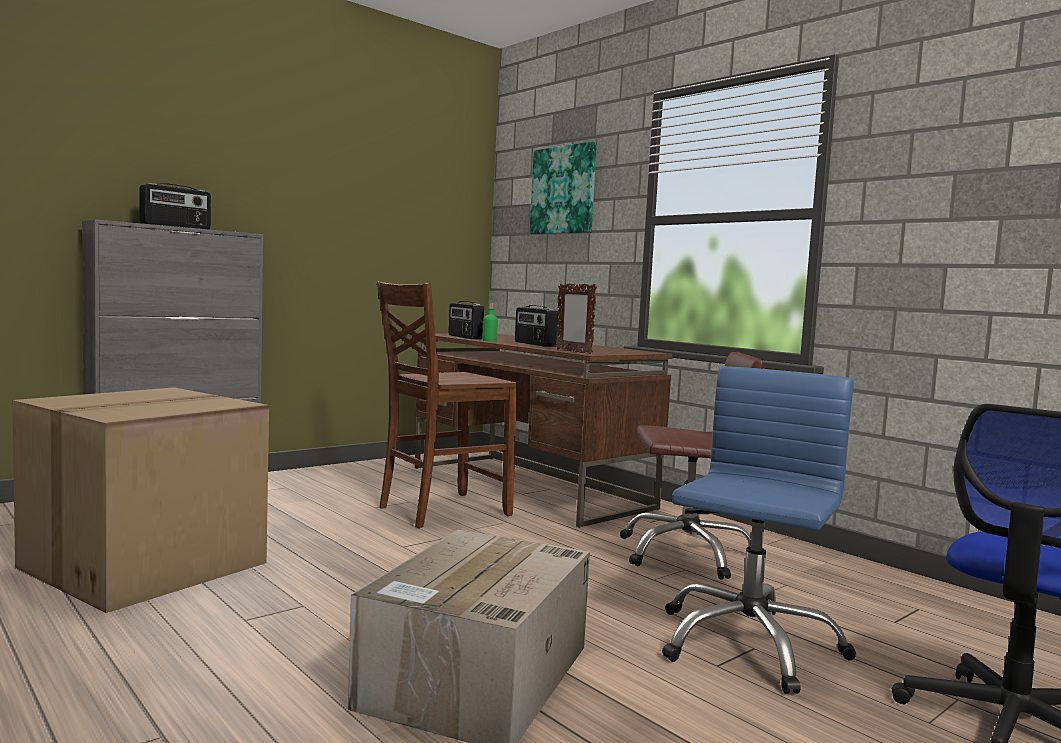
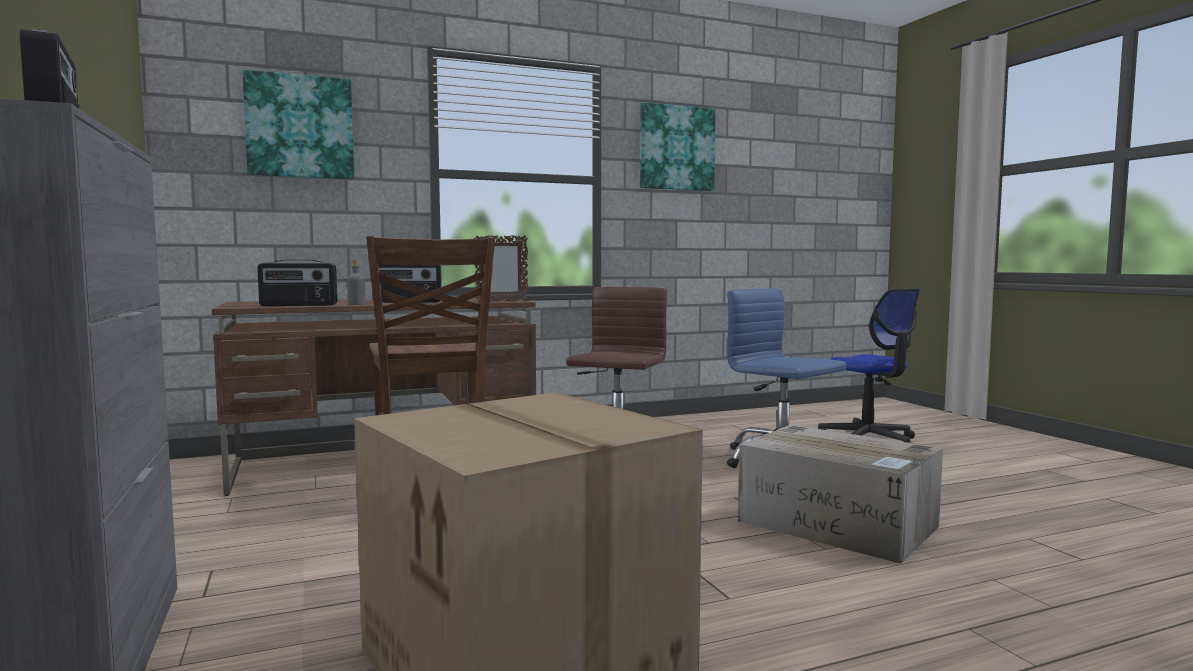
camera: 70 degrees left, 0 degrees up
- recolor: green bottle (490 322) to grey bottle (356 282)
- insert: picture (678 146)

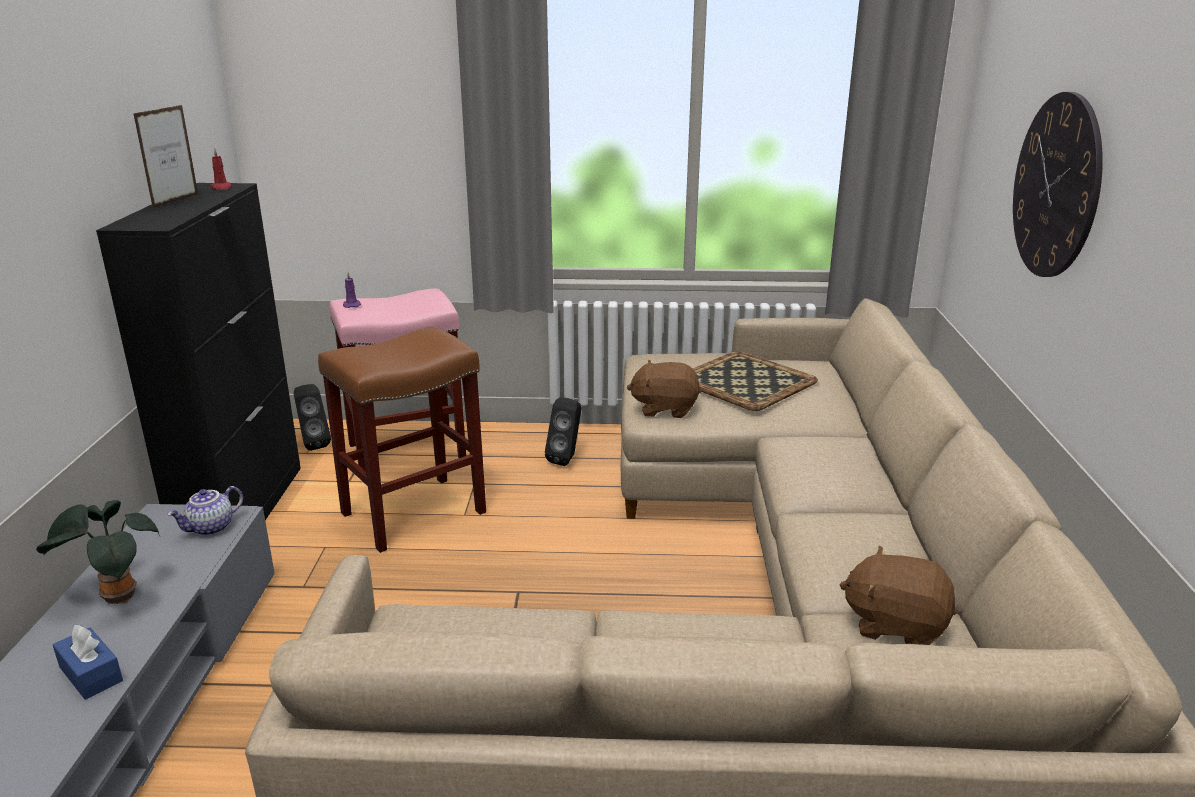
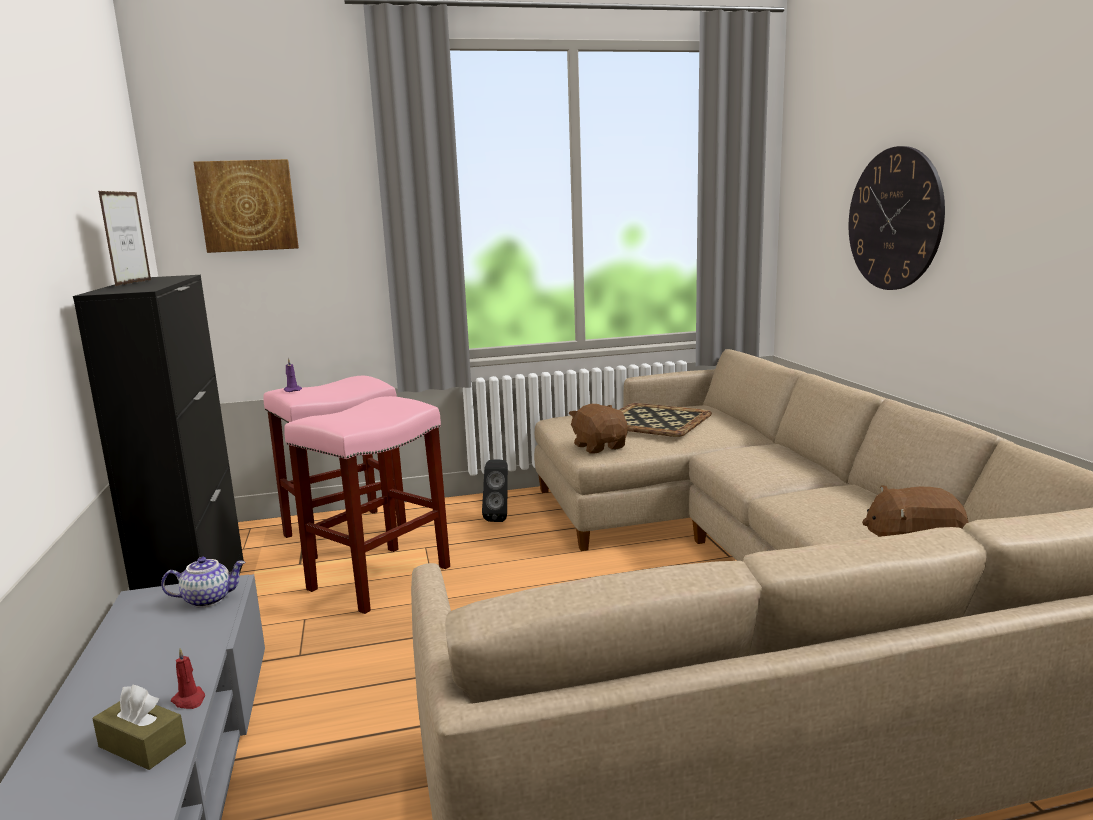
camera: 15 degrees left, 10 degrees down
- move: red candle (220 169) to (188 678)
- recolor: brown stool (402 440) to pink stool (367 505)
- rotate: brown plush toy (664 389) = (598 429) 75 degrees clockwise
- delete: black speaker (312 417)
- rotate: teapot (205 511) = (203 582) 135 degrees counterclockwise
- delete: potted plant (98 552)
- recolor: blue tissue box (88 662) to brown tissue box (139 727)
- insert: picture (246 206)

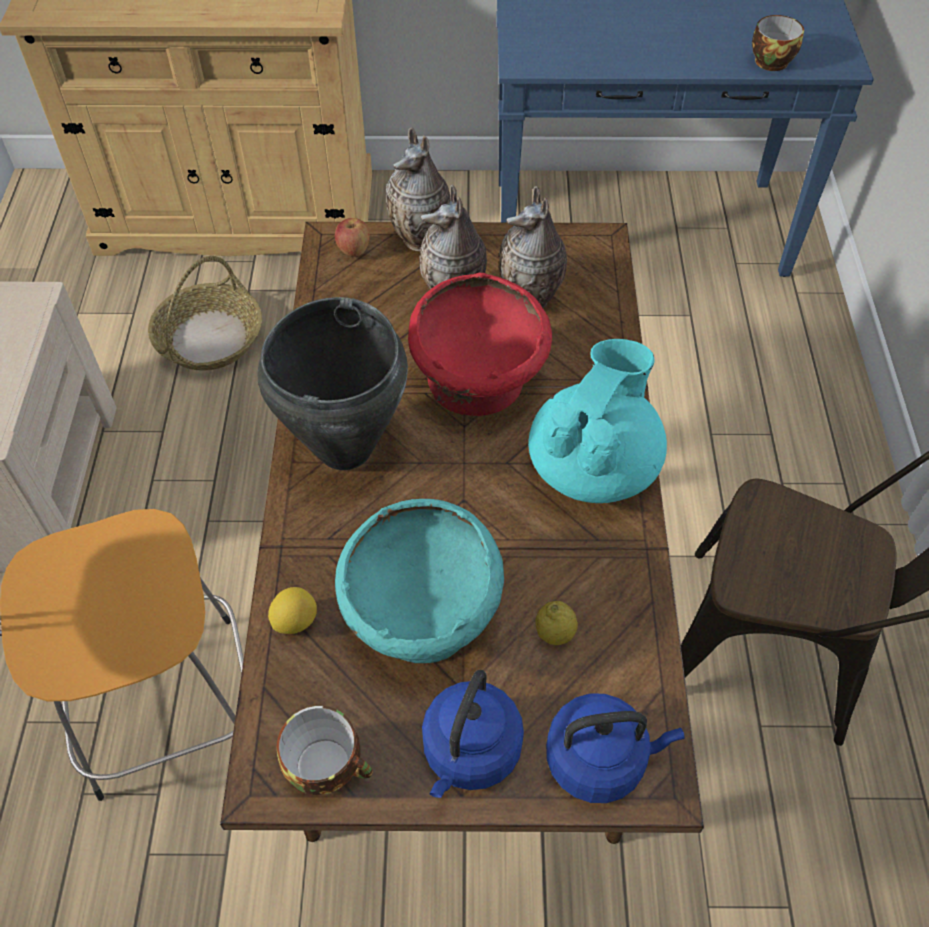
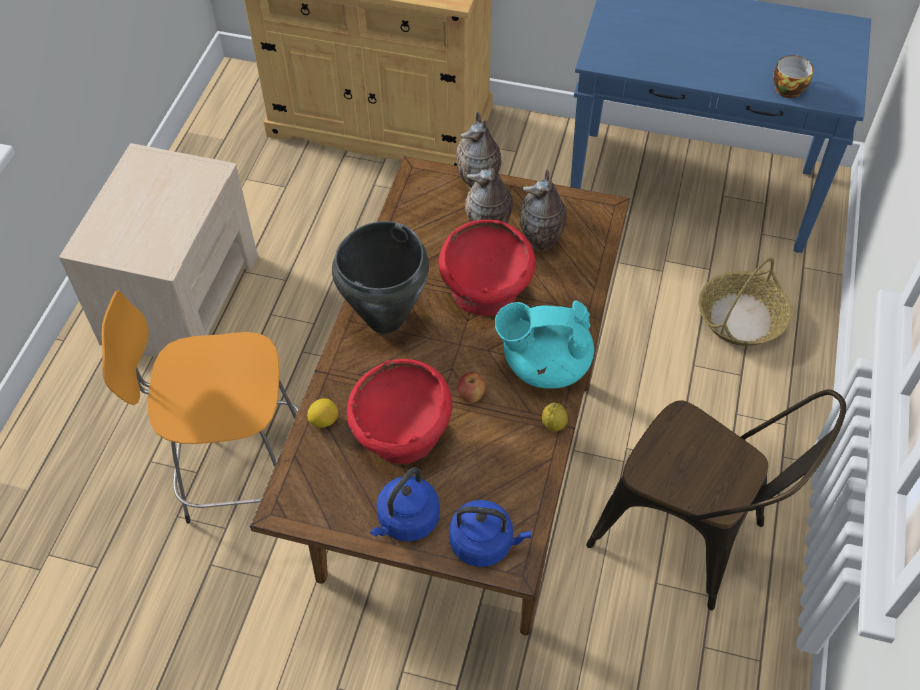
camera: 15 degrees right, 0 degrees up
- move: apple (352 237) to (471 387)
- move: basket (205 313) to (745 301)
- rotate: turquoise teapot (597 421) = (544 344) 135 degrees counterclockwise
- recolor: turquoise bowl (419 581) to red bowl (399 411)
- move: lemon (556 623) to (555 416)
- delete: cup (325 750)

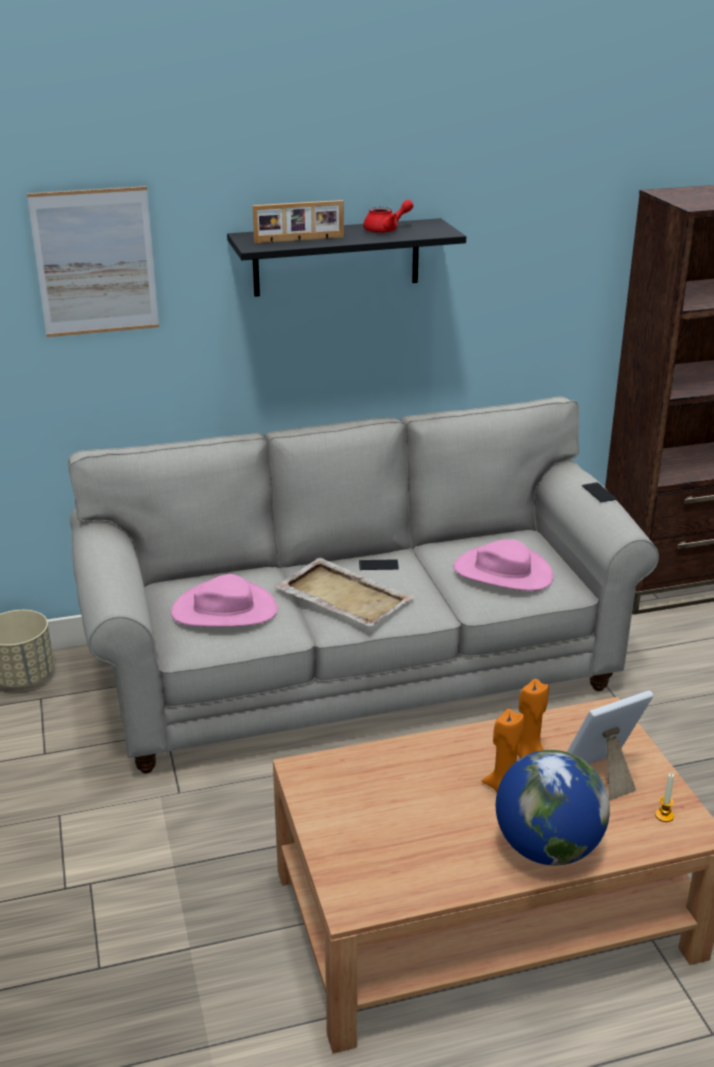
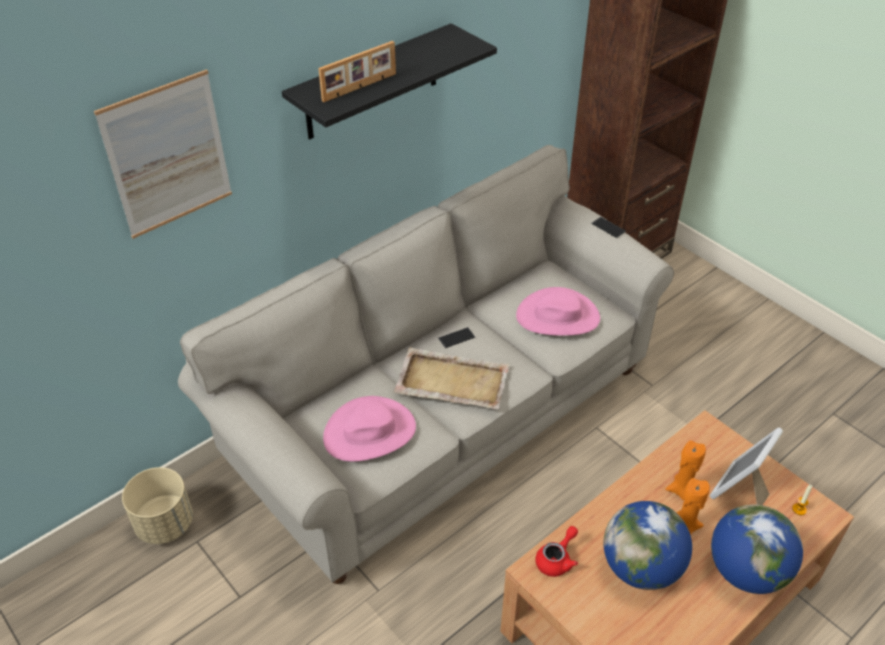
camera: 25 degrees left, 15 degrees up
- move: red teapot (388 216) to (556 551)
- insert: globe (648 545)

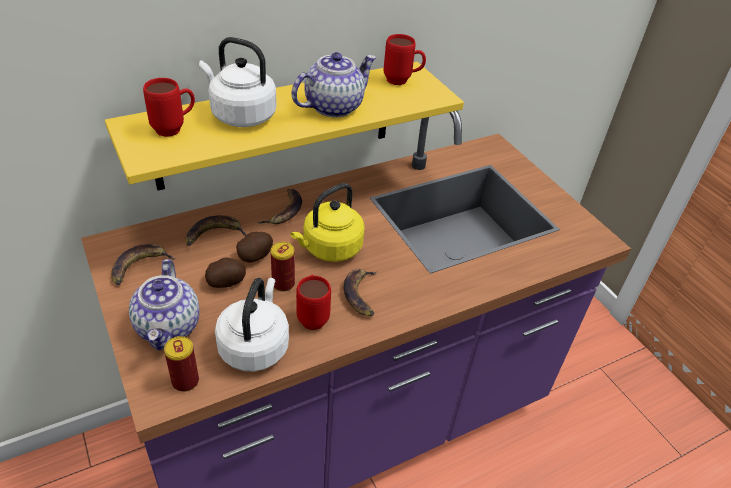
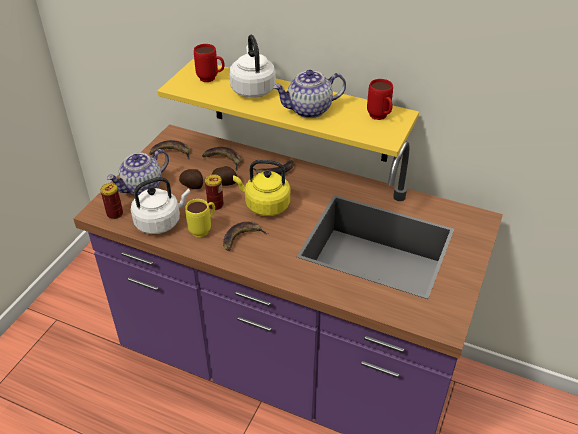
camera: 55 degrees right, 0 degrees up
- rotate: teapot (334 84) = (309 94) 150 degrees clockwise
- recolor: red mug (313 302) to yellow mug (200 218)

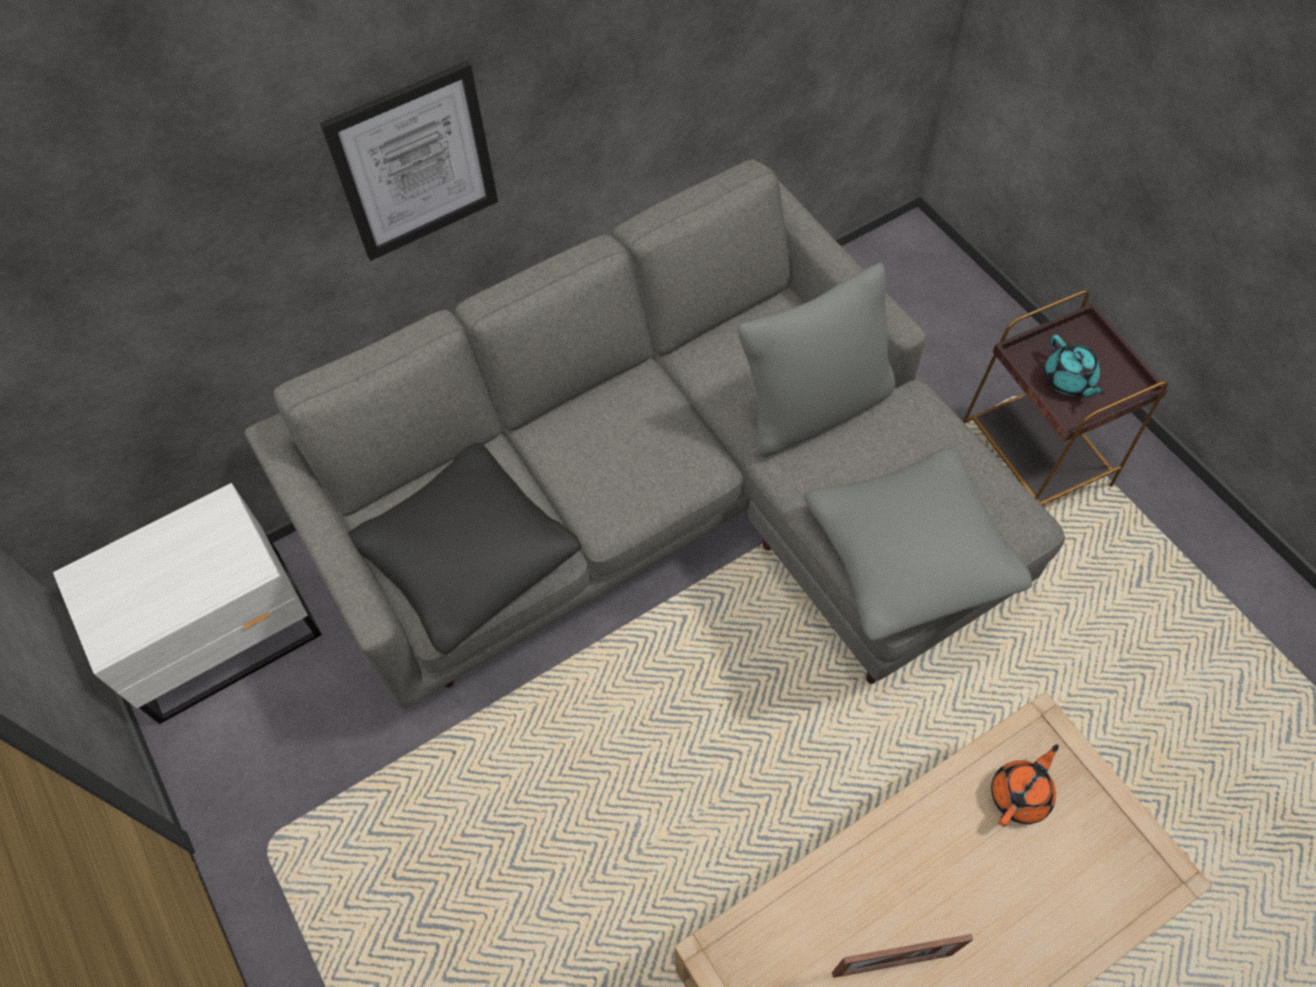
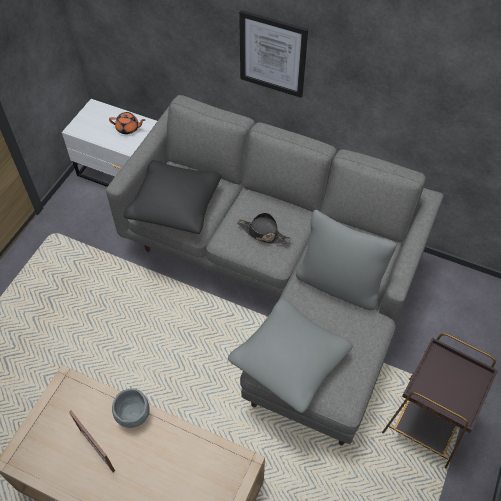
camera: 55 degrees right, 5 degrees down
- delete: turquoise teapot (1074 366)
- move: orange teapot (1025 785) to (127 123)
- insert: black hat (264 228)
- insert: grey bowl (131 408)

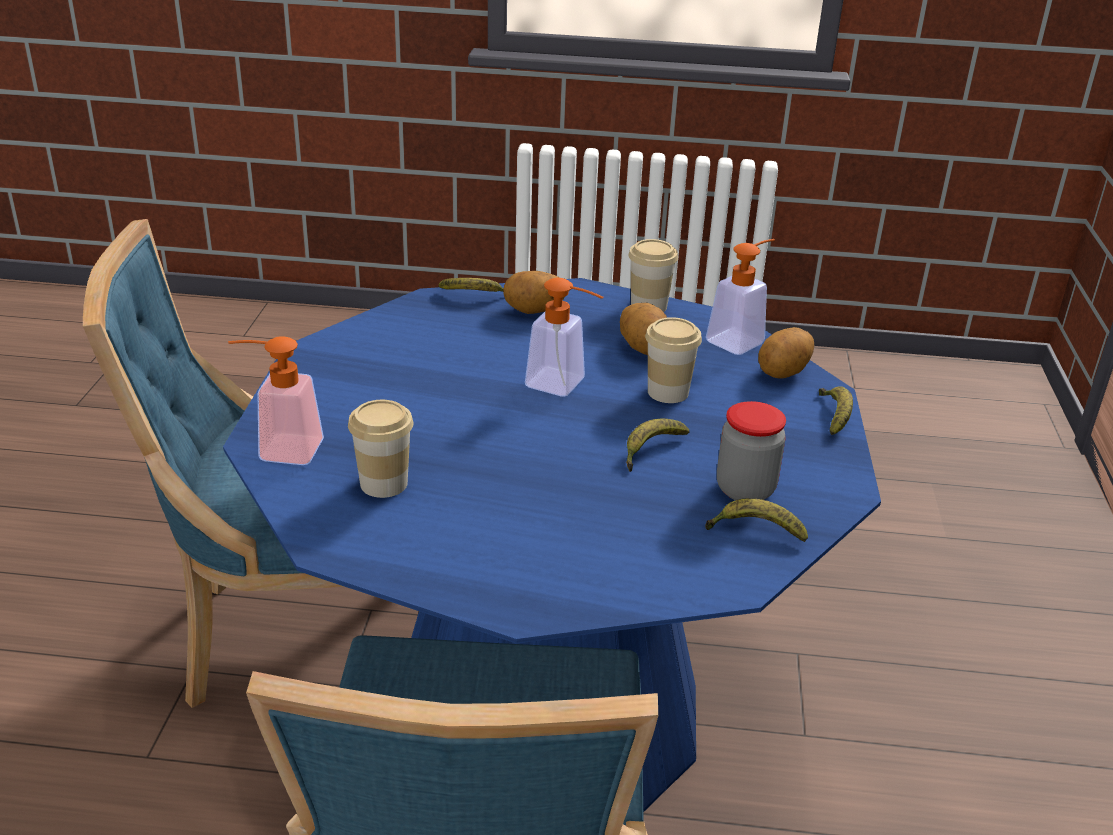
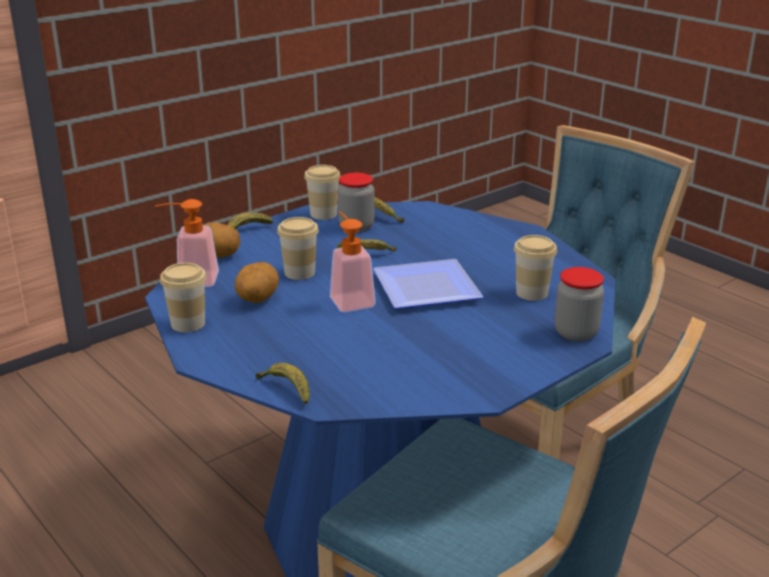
camera: 135 degrees left, 5 degrees down
- delete: potato (534 292)
- replace: soap dispenser (276 400) to jar (579 304)
- insert: cup (322 192)
- insert: plate (428 284)

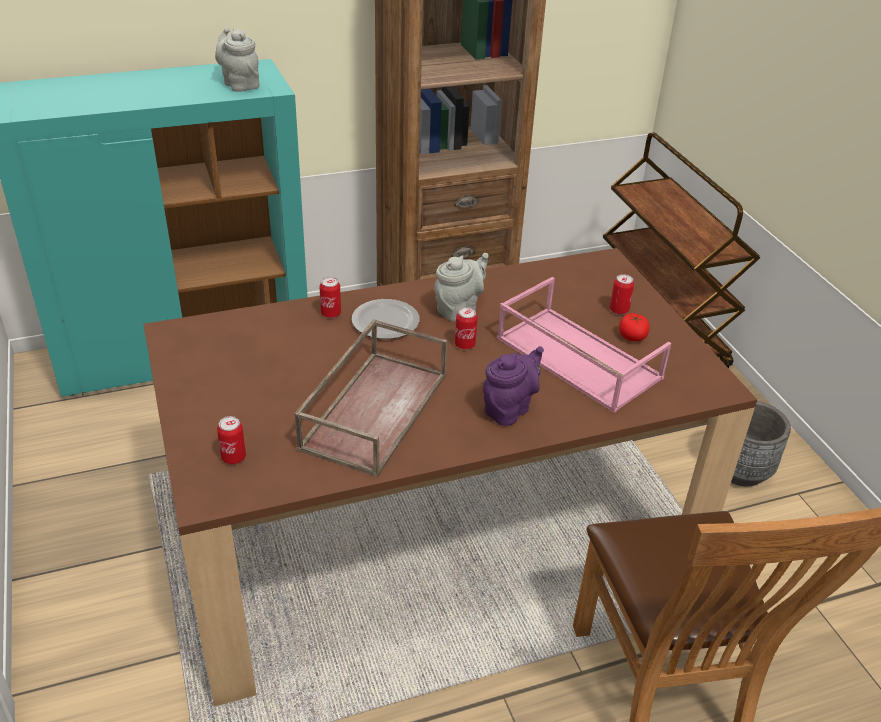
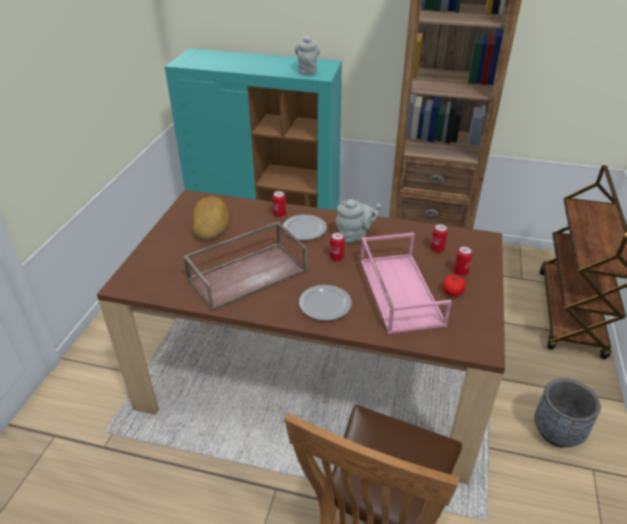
camera: 35 degrees right, 0 degrees up
- replace: purple teapot (513 386) to plate (325 303)
- move: can (231 440) to (439 238)
- insert: bread (210 217)

